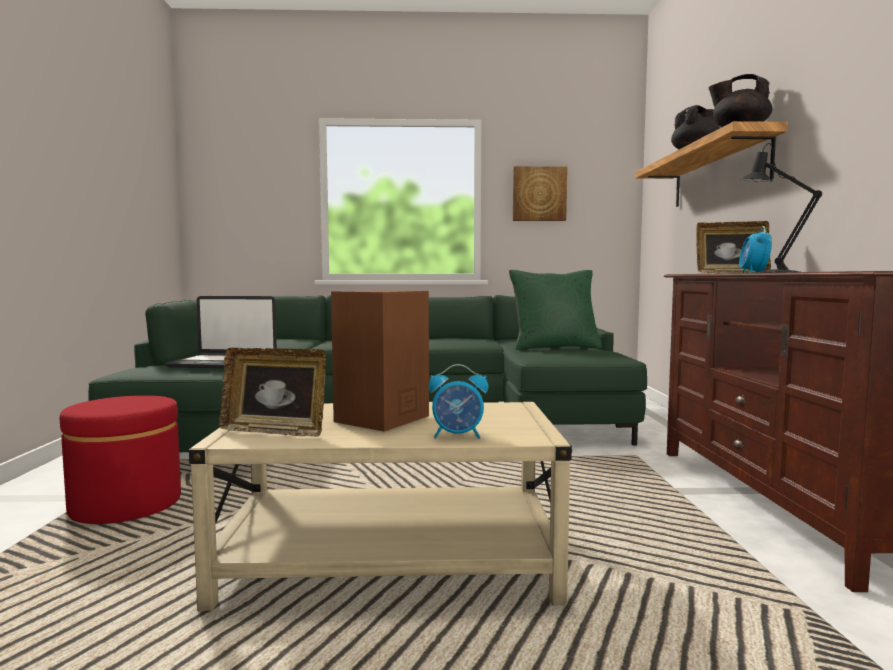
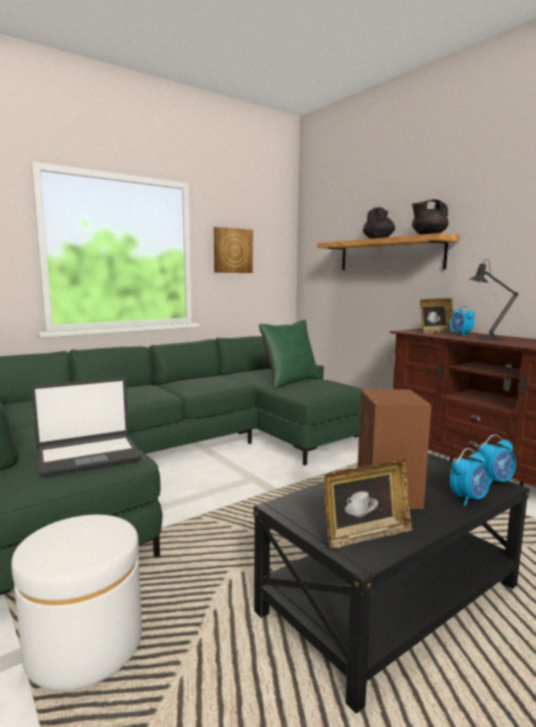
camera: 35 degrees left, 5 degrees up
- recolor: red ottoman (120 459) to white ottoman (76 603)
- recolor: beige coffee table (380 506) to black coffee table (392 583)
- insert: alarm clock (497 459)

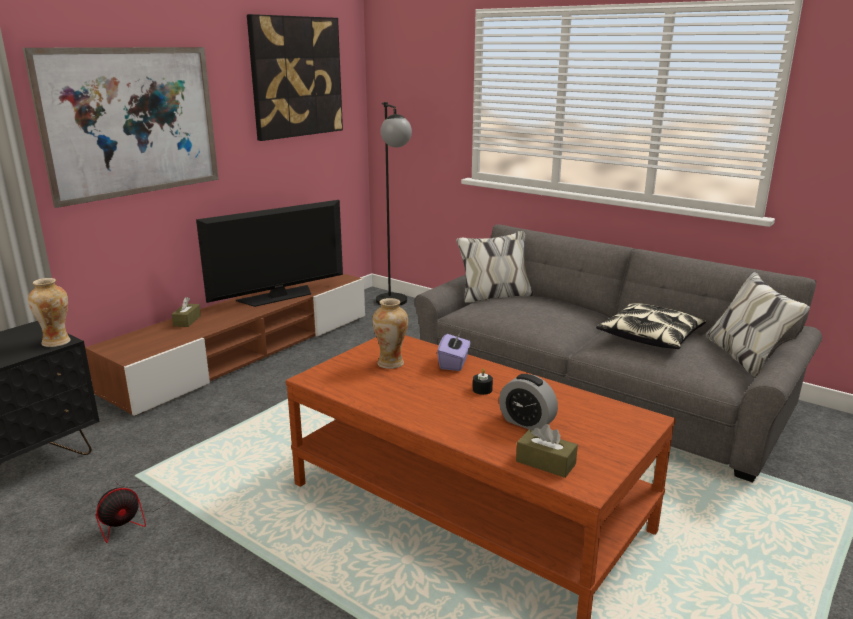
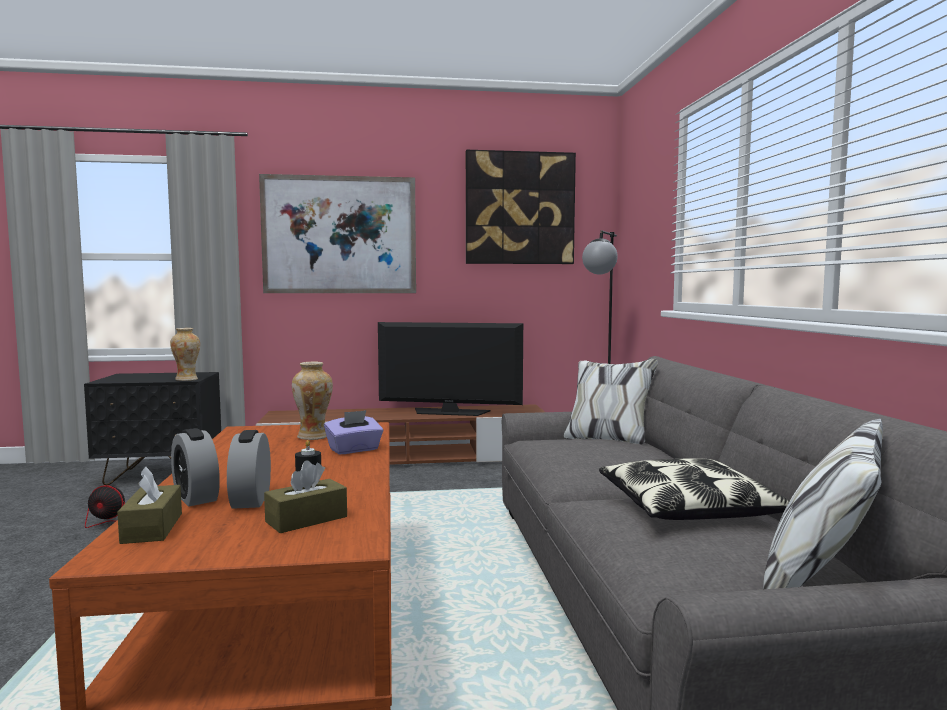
camera: 45 degrees right, 15 degrees down
- move: brown tissue box (186 312) to (305 496)
- insert: alarm clock (195 467)

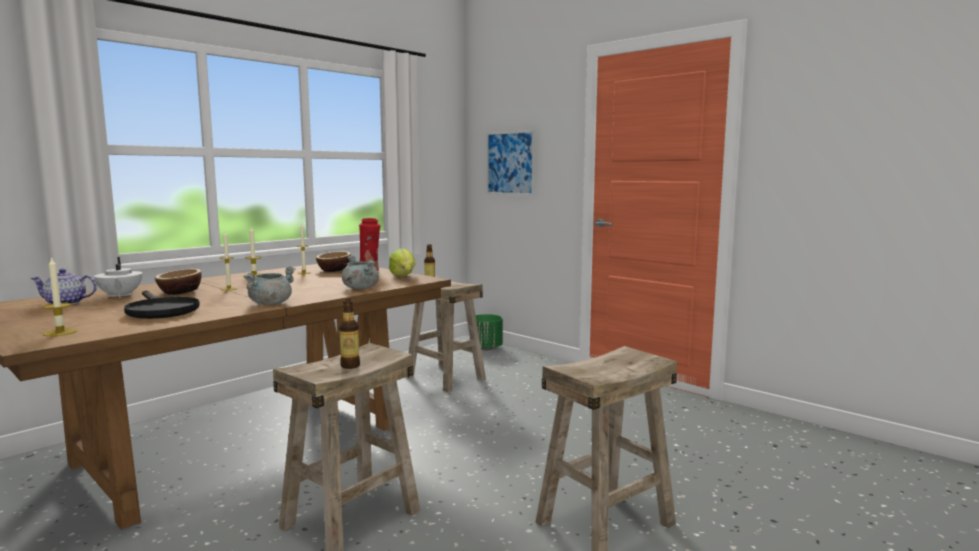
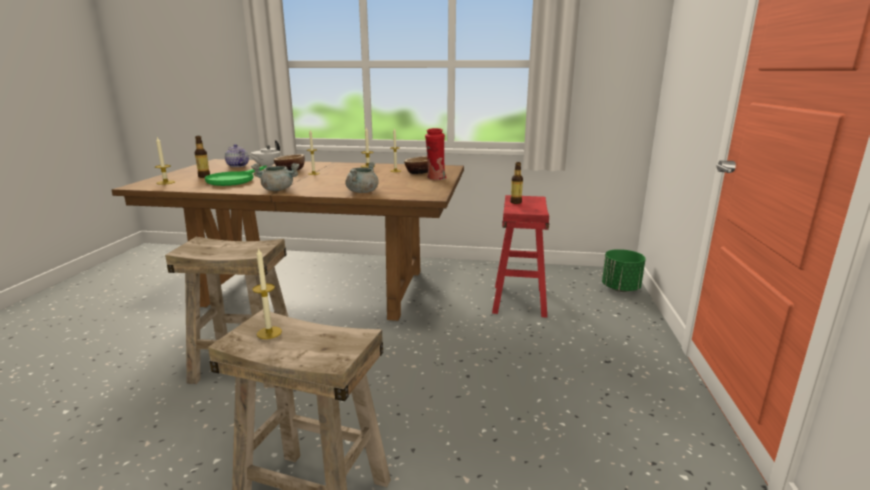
camera: 55 degrees right, 10 degrees up
- delete: picture (511 163)
- delete: lettuce (402 262)
- recolor: beige stool (446 334) to red stool (520 256)
- recolor: black frying pan (162 304) to green frying pan (236 175)
- move: bottle (349 334) to (202 157)
- insert: candle (267 293)

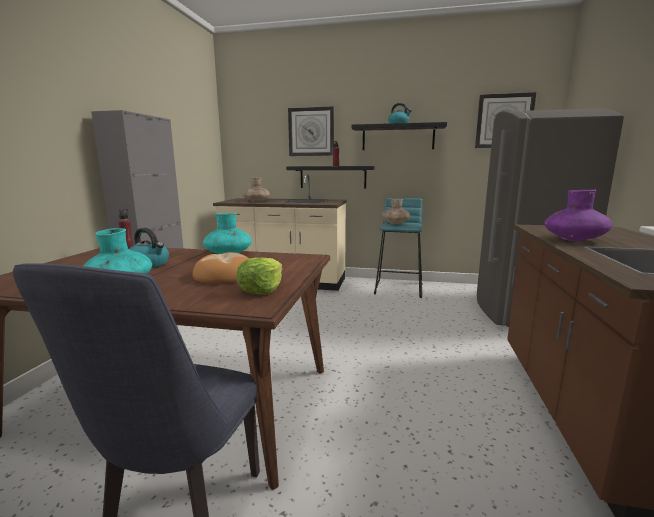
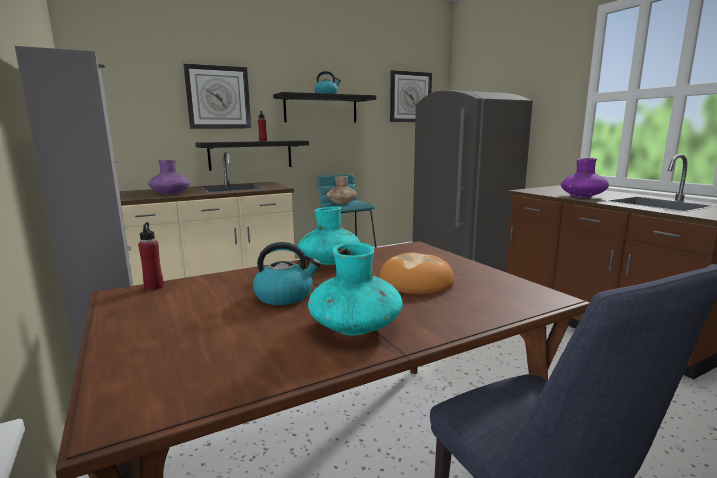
camera: 40 degrees left, 0 degrees up
- recolor: brown vase (256 190) to purple vase (169 177)
- delete: lettuce (259 276)

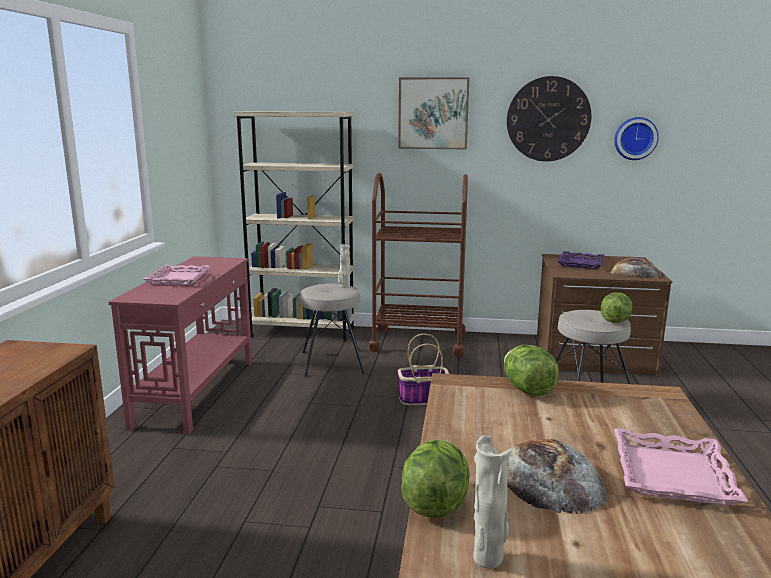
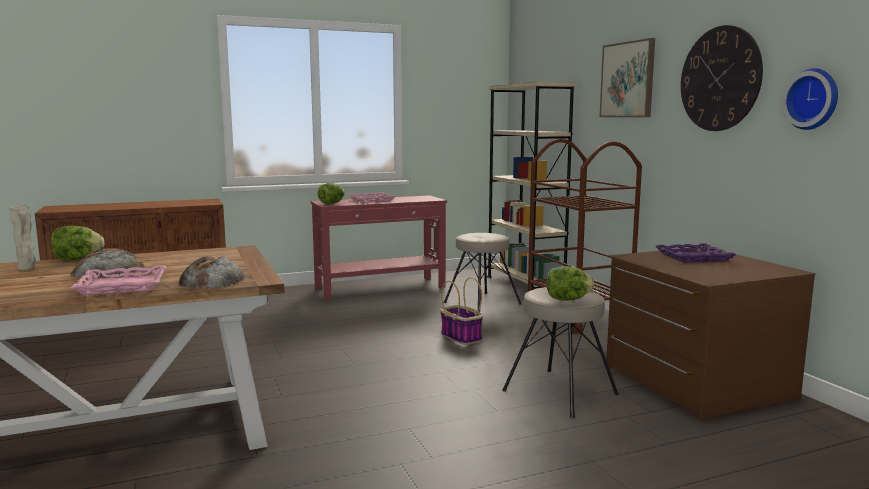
camera: 60 degrees right, 5 degrees down
- delete: beige vase (344 266)
- move: bread (636 268) to (212 272)
- move: lettuce (531 370) to (331 193)

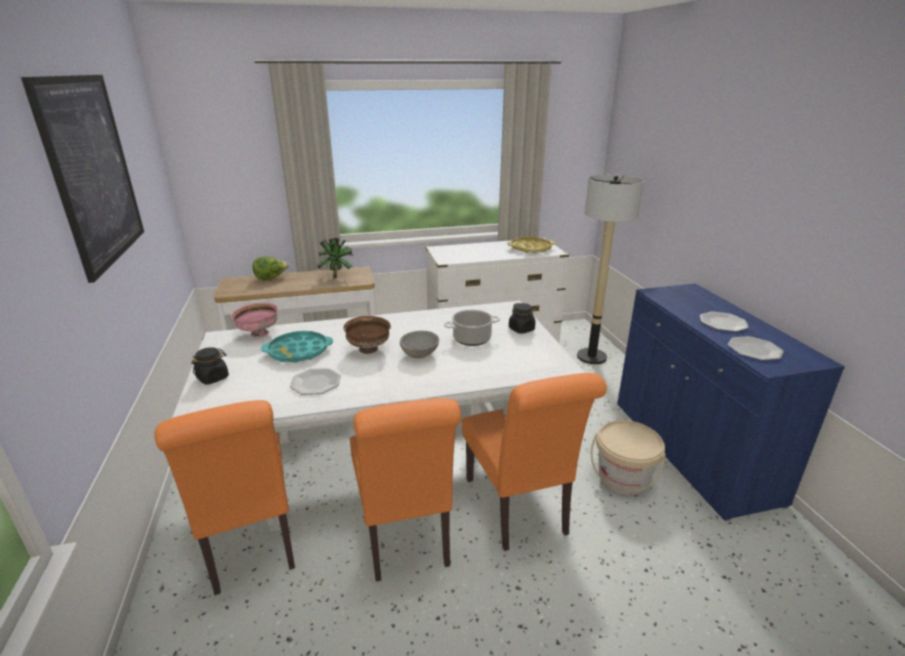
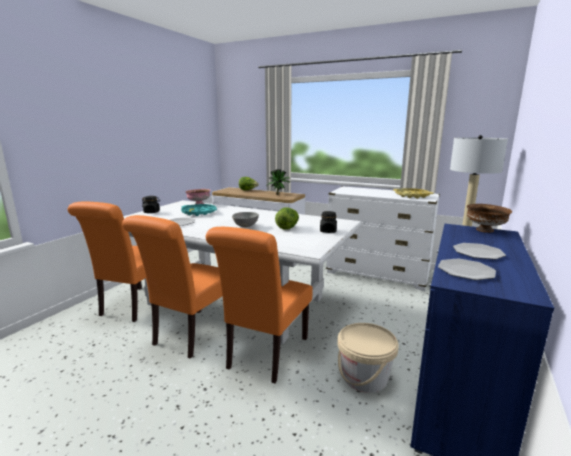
camera: 40 degrees right, 10 degrees down
- delete: picture (82 179)
- replace: cooking pot (472 328) to lettuce (287 218)
- move: brown bowl (367 335) to (489 218)

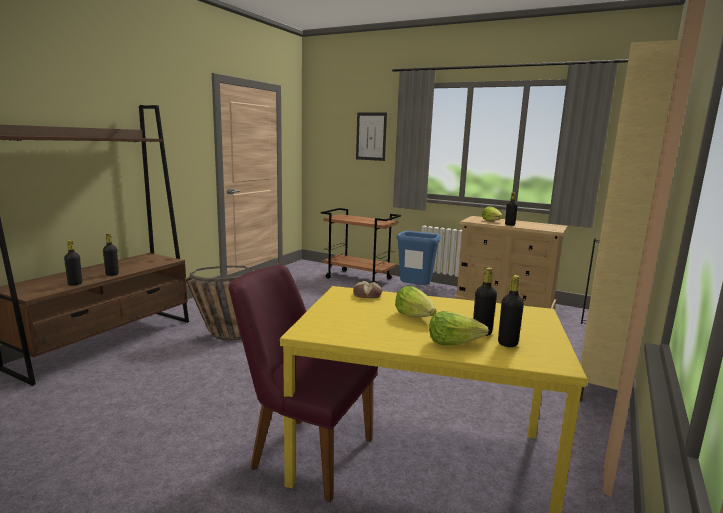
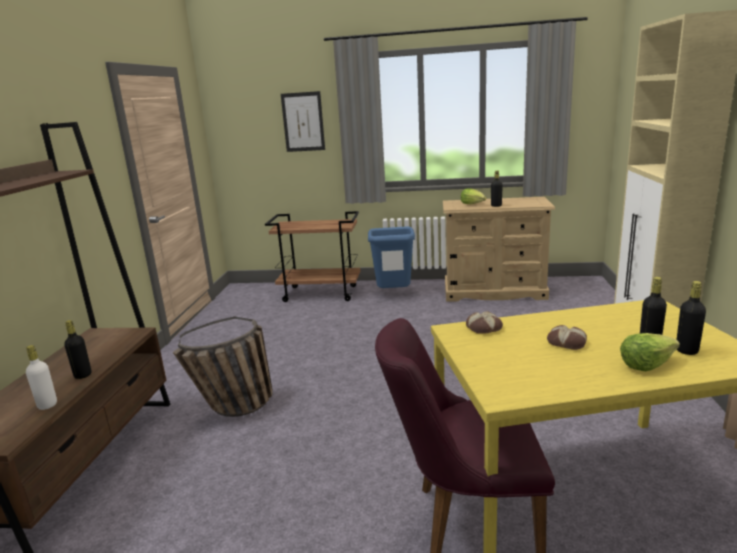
camera: 20 degrees left, 5 degrees up
- recolor: black bottle (73 263) to white bottle (41 377)
- replace: lettuce (415 301) to bread (567 337)

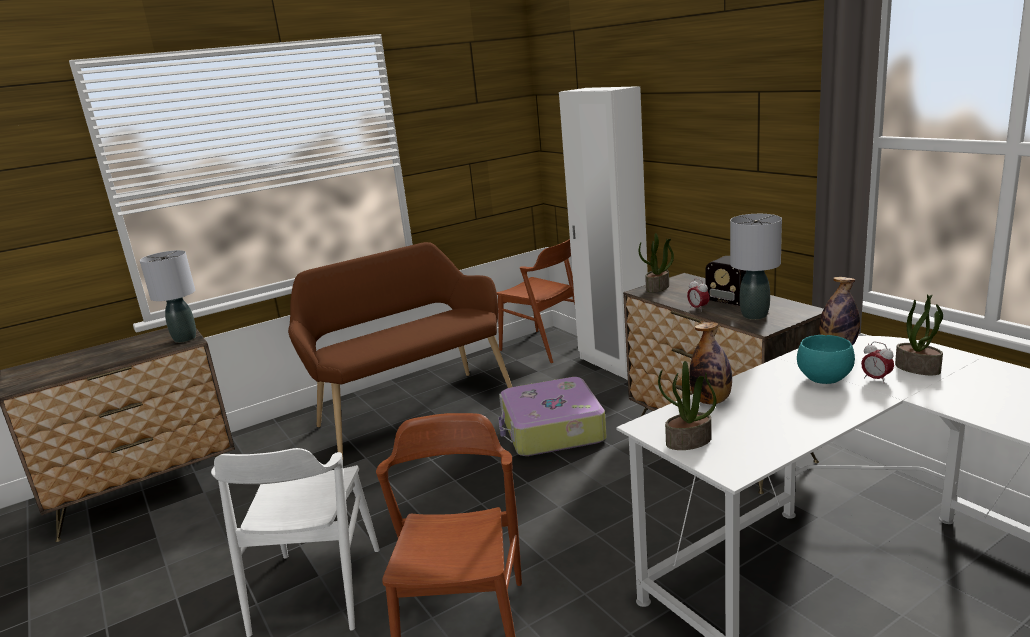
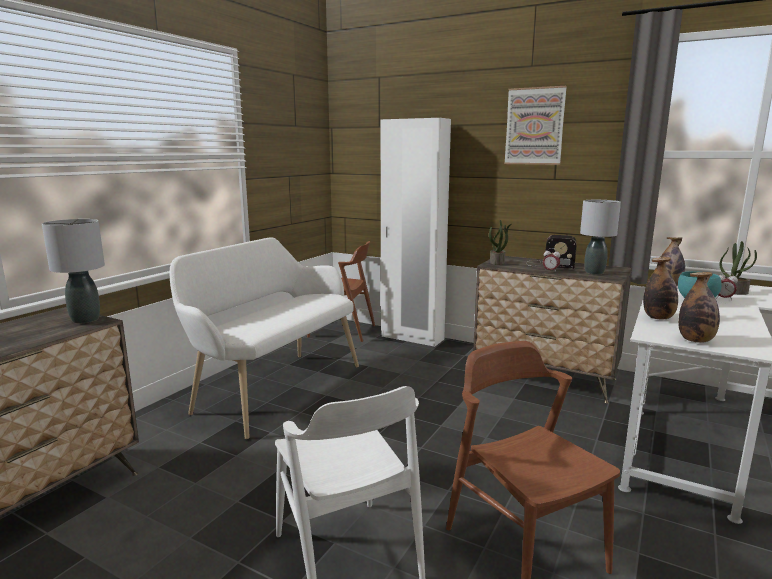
camera: 30 degrees left, 5 degrees down
- recolor: brown bench (400 350) to white bench (264 338)
- replace: potted plant (687 405) to bottle (699 307)
- delete: suitcase (552 416)
- insert: picture (535 125)

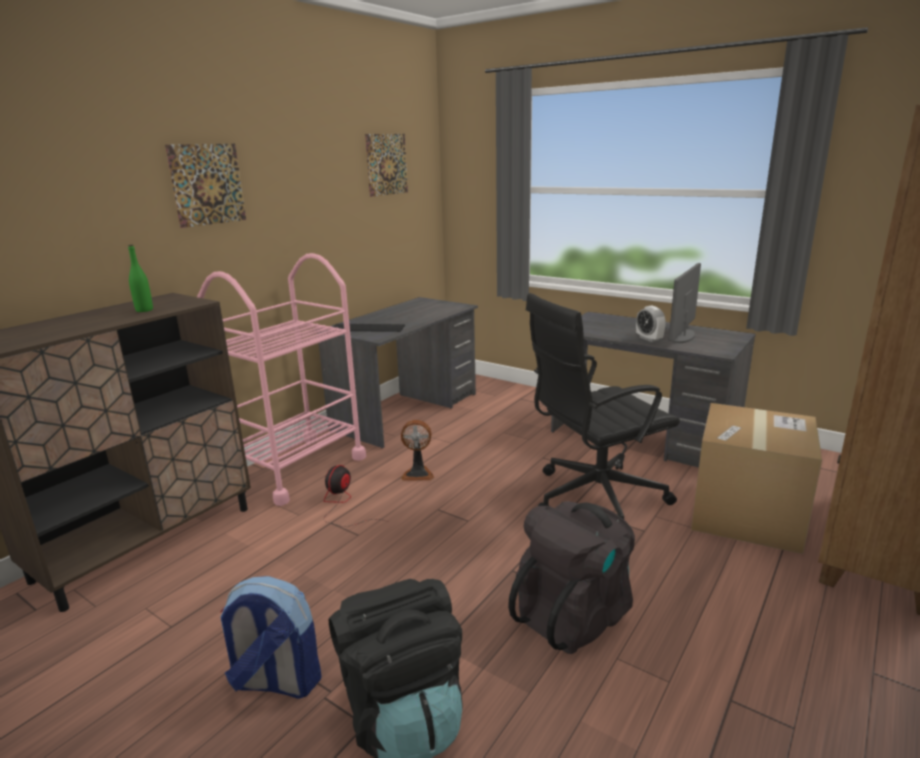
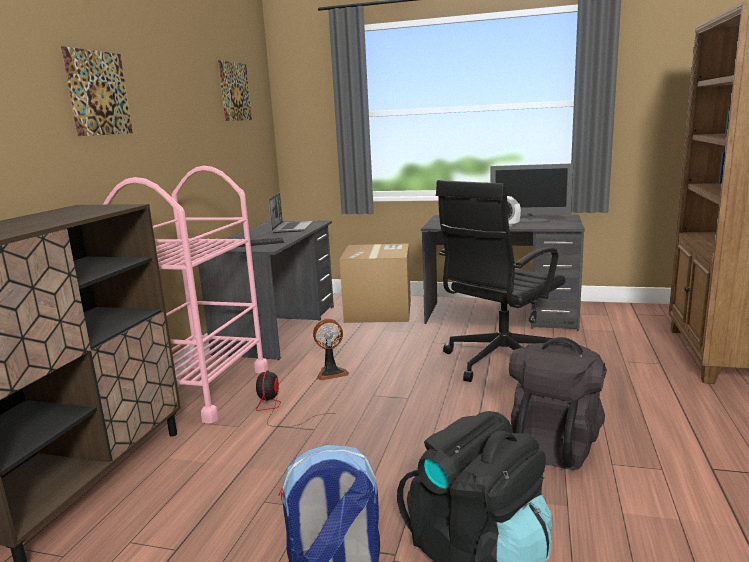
camera: 20 degrees left, 5 degrees down
- delete: green bottle (140 278)
- rotate: monitor (685 303) = (531 193) 90 degrees counterclockwise
- move: cardboard box (756 478) to (375 283)
- insert: laptop (291 213)

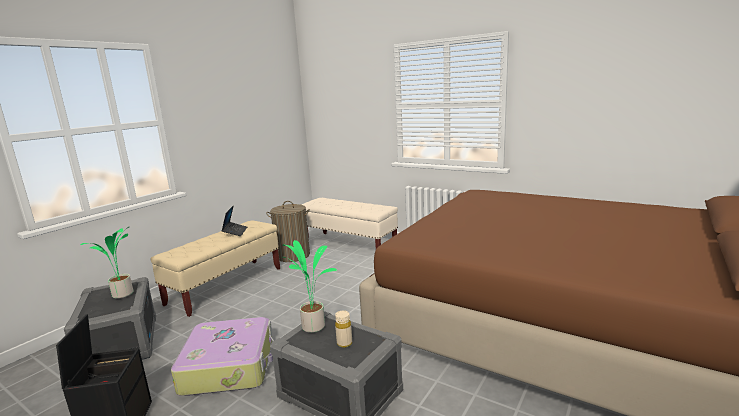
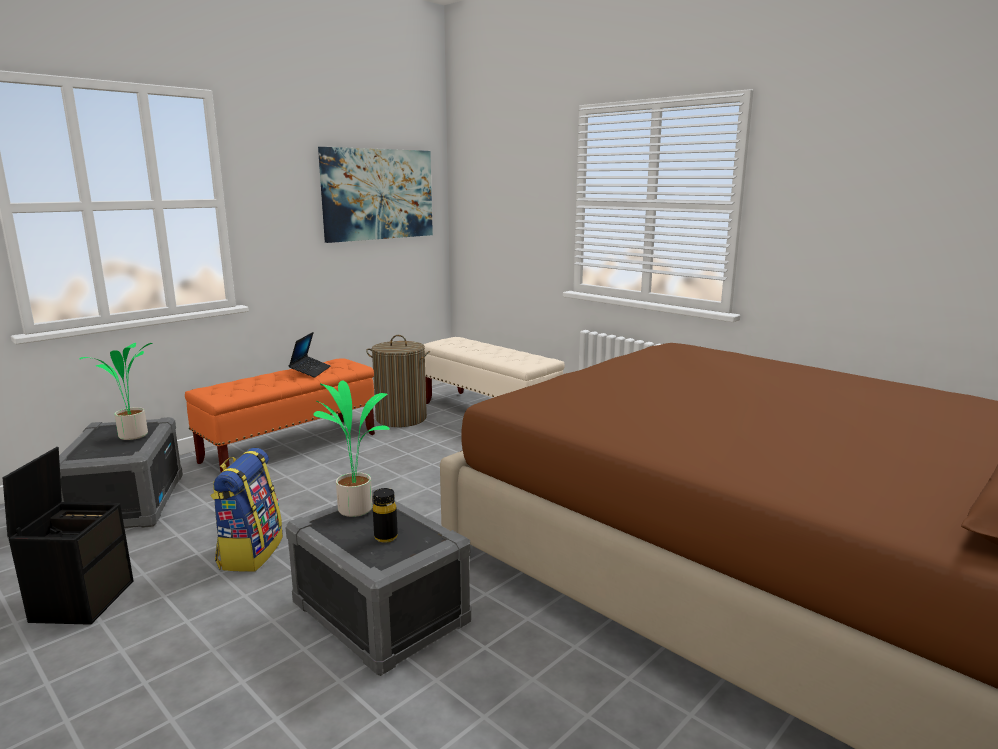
camera: 10 degrees right, 0 degrees up
- recolor: beige bench (215 269) to orange bench (280 415)
- recolor: beige bottle (343 329) to black bottle (385 515)
- replace: suitcase (222 356) to backpack (246 510)
- insert: picture (375 195)

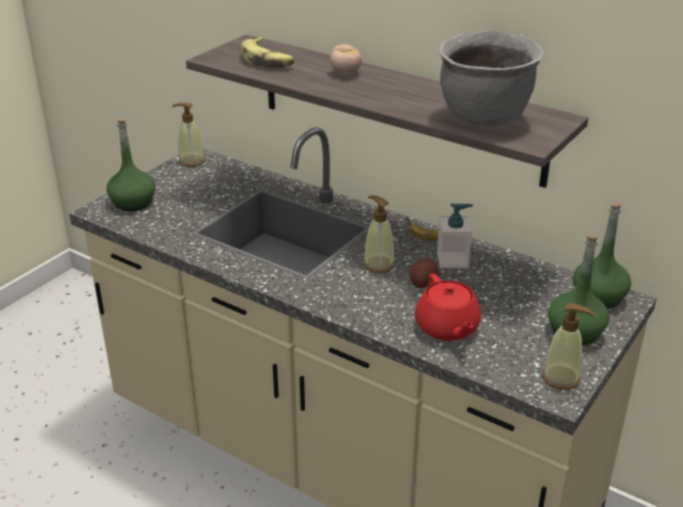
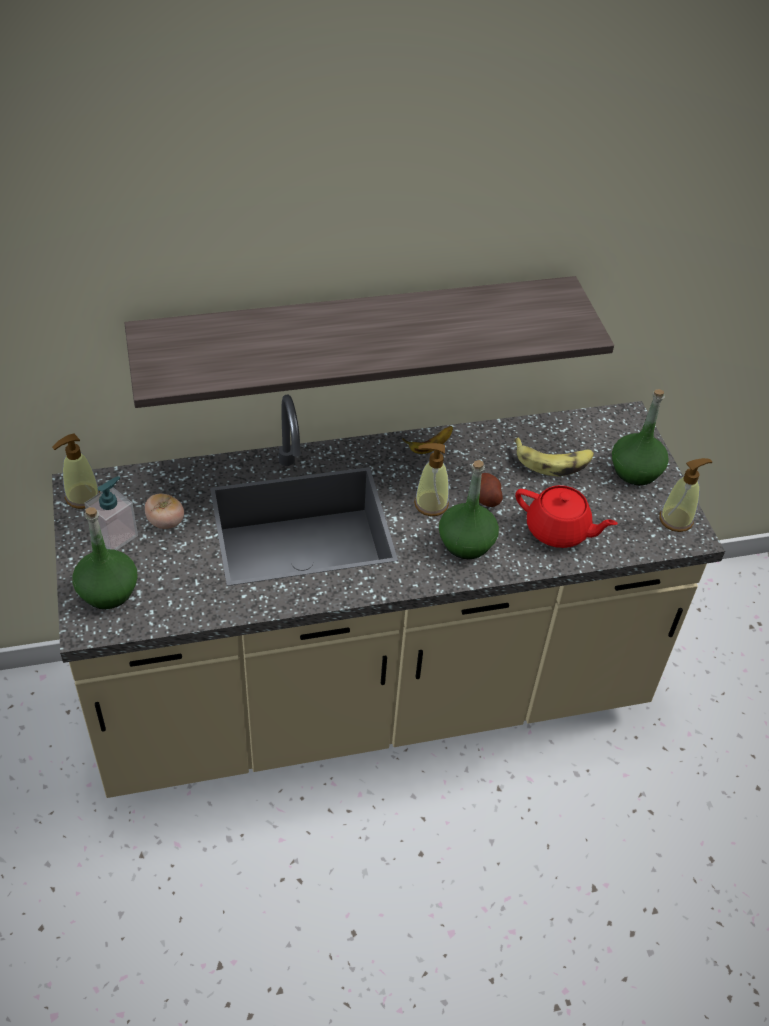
camera: 50 degrees left, 15 degrees up
- delete: grey cooking pot (491 78)
- move: banana (268 52) to (554 456)
- move: tomato (346 59) to (164 511)
- move: soap dispenser (455 235) to (111 513)
- move: green bottle (602 256) to (469 509)

